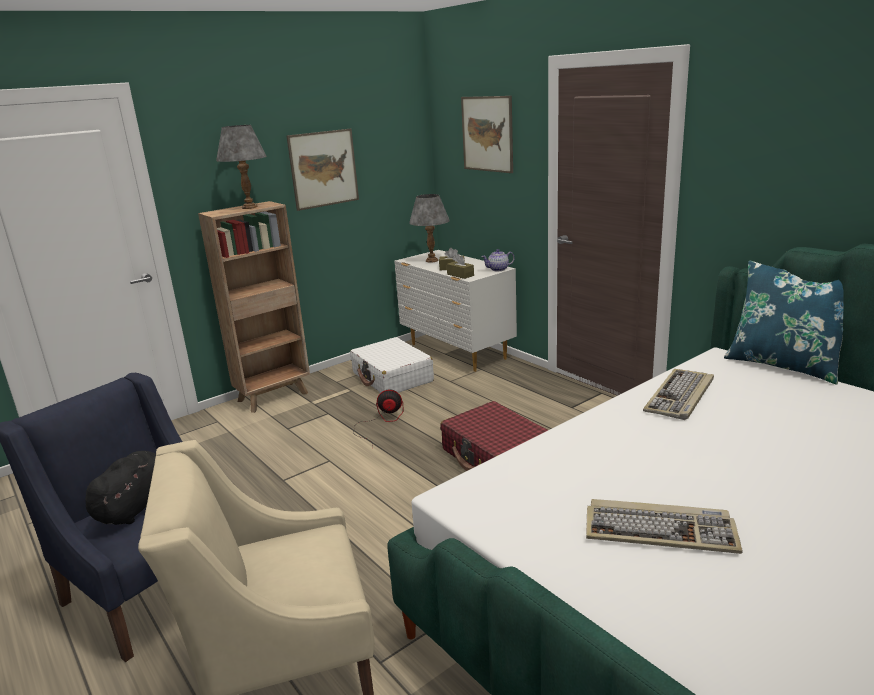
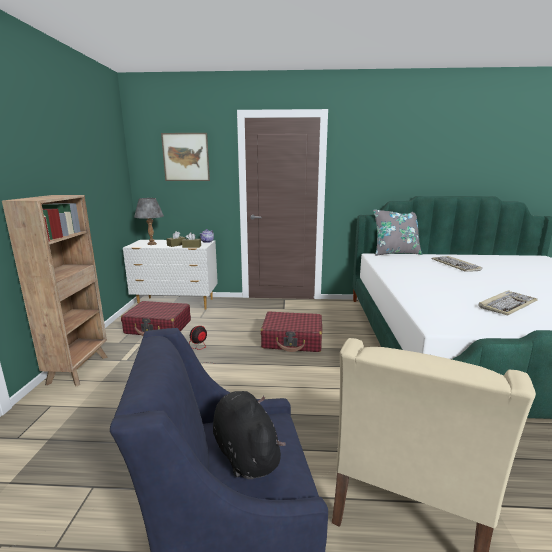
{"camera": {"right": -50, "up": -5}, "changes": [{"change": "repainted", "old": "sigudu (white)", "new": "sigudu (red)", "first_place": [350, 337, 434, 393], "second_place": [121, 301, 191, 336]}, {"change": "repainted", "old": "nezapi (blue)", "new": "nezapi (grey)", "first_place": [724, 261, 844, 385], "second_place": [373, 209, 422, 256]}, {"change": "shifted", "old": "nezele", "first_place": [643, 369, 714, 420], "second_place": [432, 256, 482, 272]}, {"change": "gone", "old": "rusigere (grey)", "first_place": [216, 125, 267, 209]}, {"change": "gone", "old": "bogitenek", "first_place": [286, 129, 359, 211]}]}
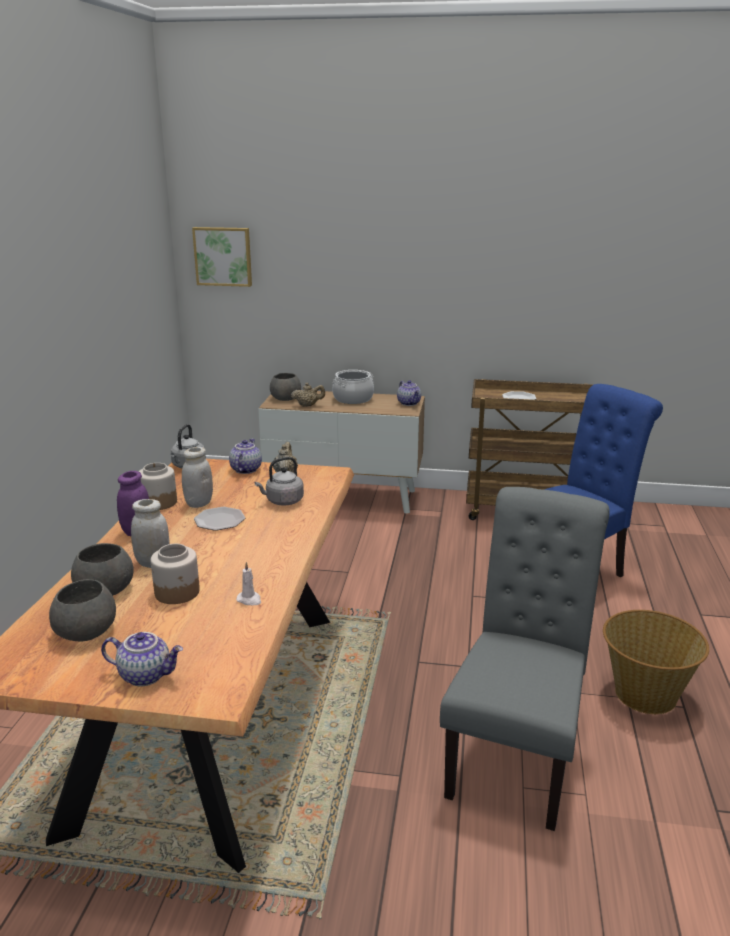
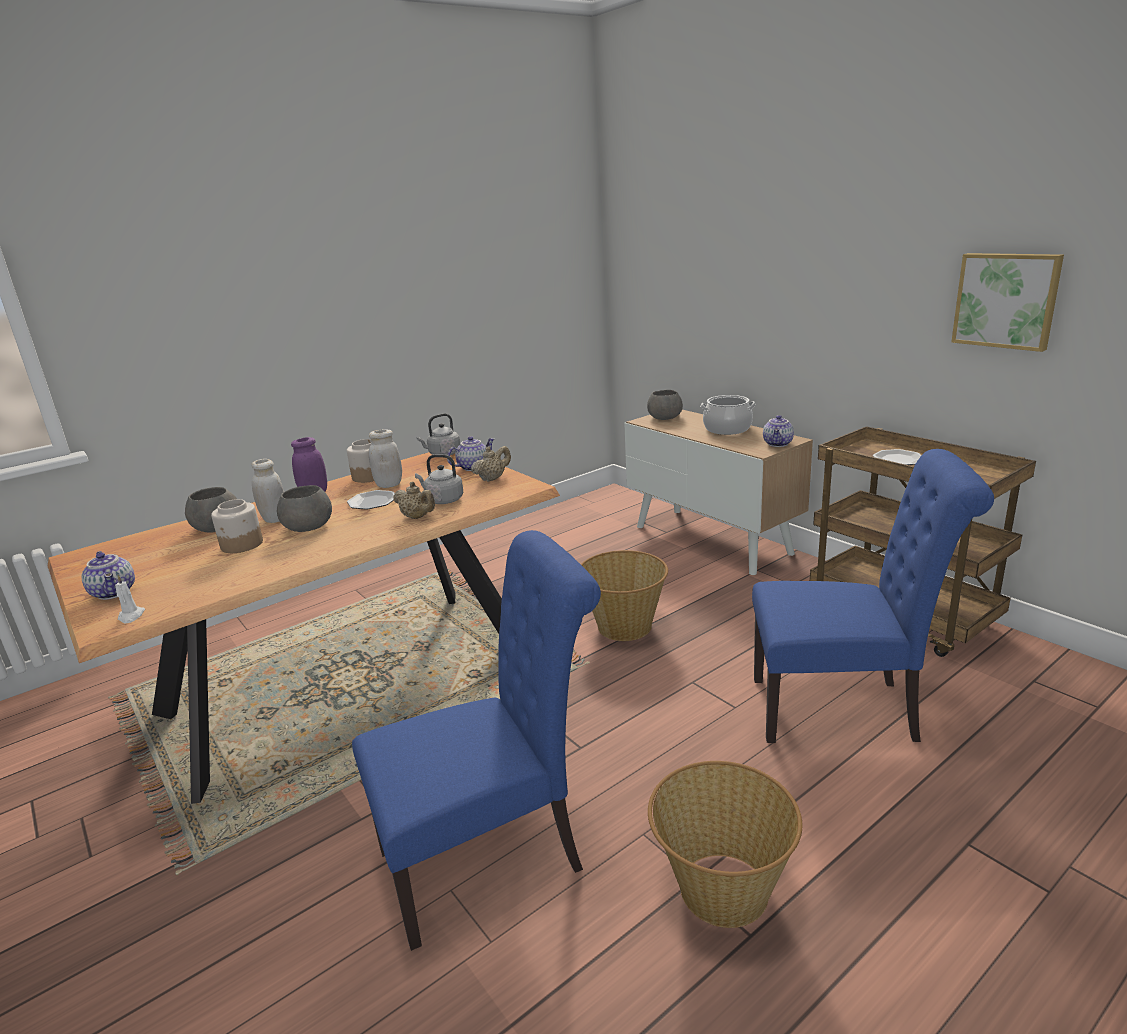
{"camera": {"right": 45, "up": 0}, "changes": [{"change": "shifted", "old": "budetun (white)", "first_place": [236, 562, 261, 605], "second_place": [115, 574, 145, 624]}, {"change": "shifted", "old": "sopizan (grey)", "first_place": [49, 579, 116, 642], "second_place": [277, 485, 332, 532]}, {"change": "repainted", "old": "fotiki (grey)", "new": "fotiki (blue)", "first_place": [440, 487, 610, 831], "second_place": [352, 530, 601, 951]}, {"change": "shifted", "old": "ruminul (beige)", "first_place": [291, 383, 325, 407], "second_place": [393, 482, 435, 519]}, {"change": "new", "new": "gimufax", "second_place": [581, 550, 668, 641]}, {"change": "shifted", "old": "bogitenek", "first_place": [192, 227, 252, 287], "second_place": [951, 253, 1064, 352]}]}
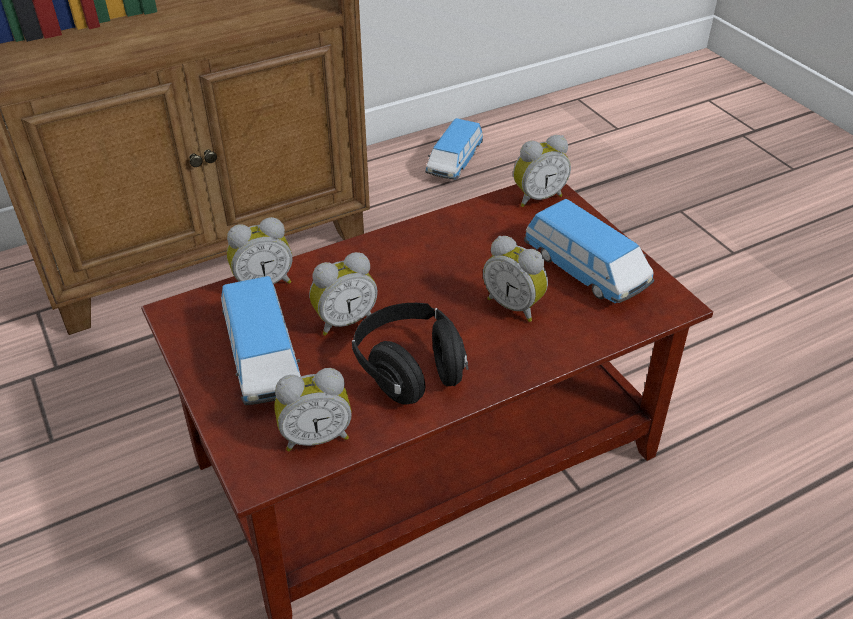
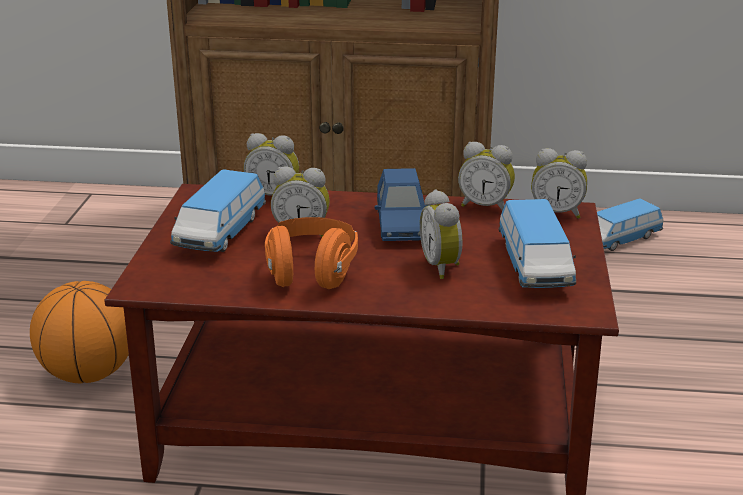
{"camera": {"right": 35, "up": -15}, "changes": [{"change": "new", "new": "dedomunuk", "second_place": [30, 281, 129, 383]}, {"change": "repainted", "old": "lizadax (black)", "new": "lizadax (orange)", "first_place": [352, 303, 468, 405], "second_place": [265, 217, 358, 289]}, {"change": "new", "new": "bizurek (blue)", "second_place": [375, 168, 428, 241]}, {"change": "shifted", "old": "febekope", "first_place": [274, 368, 352, 451], "second_place": [458, 142, 515, 211]}]}
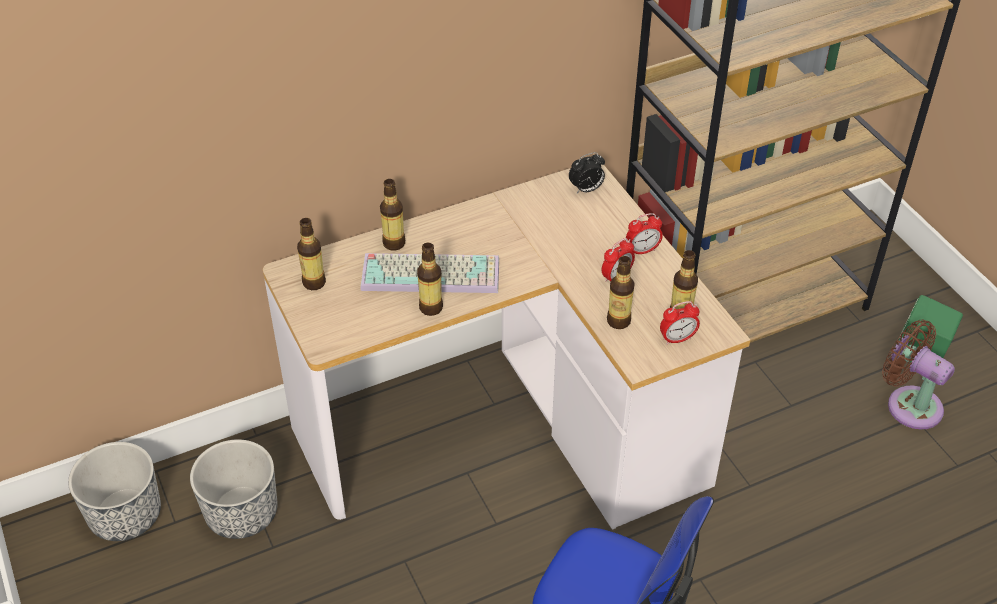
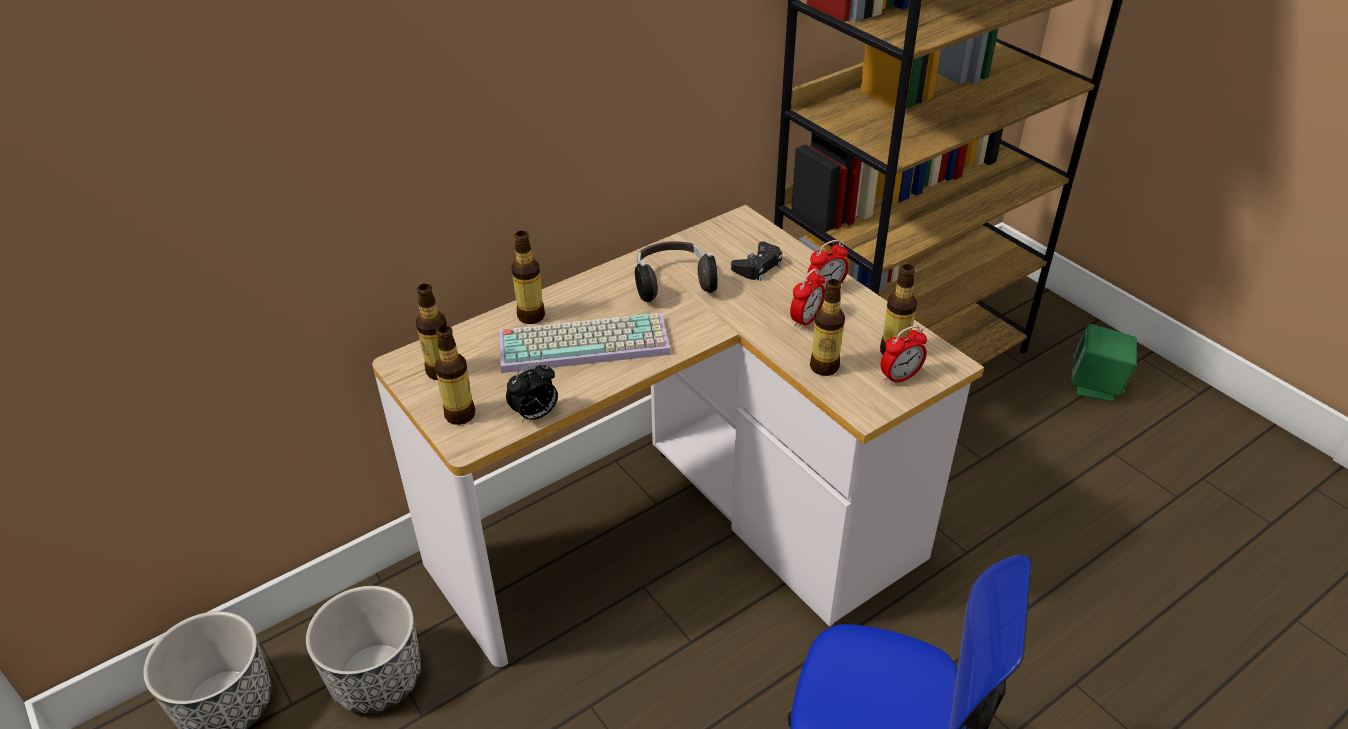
{"camera": {"right": -10, "up": -5}, "changes": [{"change": "shifted", "old": "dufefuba", "first_place": [417, 243, 443, 316], "second_place": [435, 326, 475, 425]}, {"change": "shifted", "old": "febekope", "first_place": [569, 152, 605, 193], "second_place": [506, 363, 558, 423]}, {"change": "new", "new": "lizadax", "second_place": [635, 242, 718, 302]}, {"change": "new", "new": "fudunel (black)", "second_place": [731, 241, 782, 281]}, {"change": "gone", "old": "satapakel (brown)", "first_place": [882, 320, 955, 430]}]}
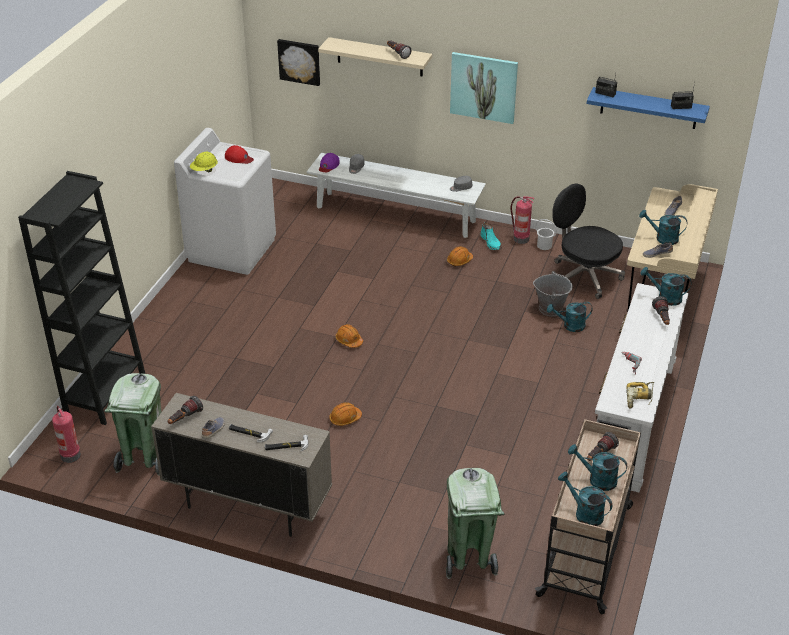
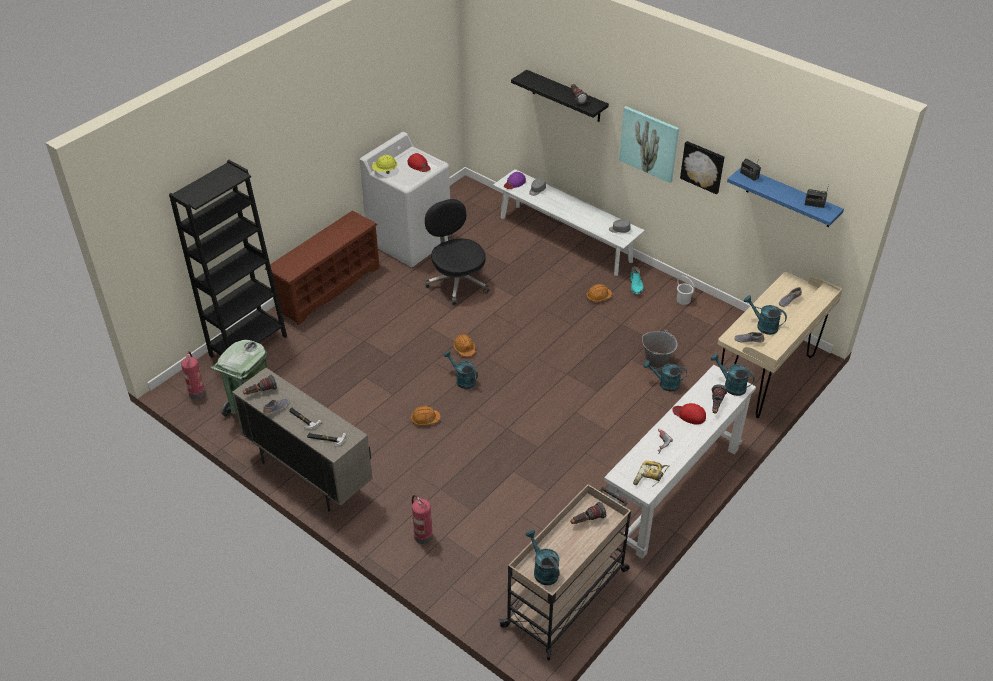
{"camera": {"right": 20, "up": 5}, "changes": [{"change": "new", "new": "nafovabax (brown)", "second_place": [265, 211, 380, 325]}, {"change": "shifted", "old": "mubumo", "first_place": [511, 196, 534, 244], "second_place": [412, 495, 433, 544]}, {"change": "shifted", "old": "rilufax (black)", "first_place": [552, 183, 625, 299], "second_place": [425, 199, 489, 305]}, {"change": "shifted", "old": "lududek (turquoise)", "first_place": [568, 444, 627, 491], "second_place": [444, 351, 478, 389]}, {"change": "repainted", "old": "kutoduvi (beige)", "new": "kutoduvi (black)", "first_place": [318, 37, 432, 76], "second_place": [511, 70, 609, 122]}, {"change": "new", "new": "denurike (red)", "second_place": [672, 403, 706, 425]}, {"change": "shifted", "old": "bogitenek", "first_place": [277, 39, 320, 86], "second_place": [680, 141, 725, 194]}, {"change": "gone", "old": "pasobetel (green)", "first_place": [446, 468, 505, 579]}]}
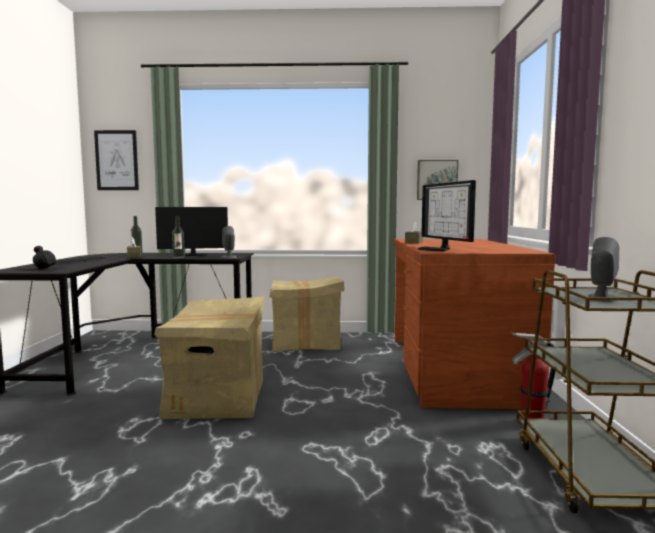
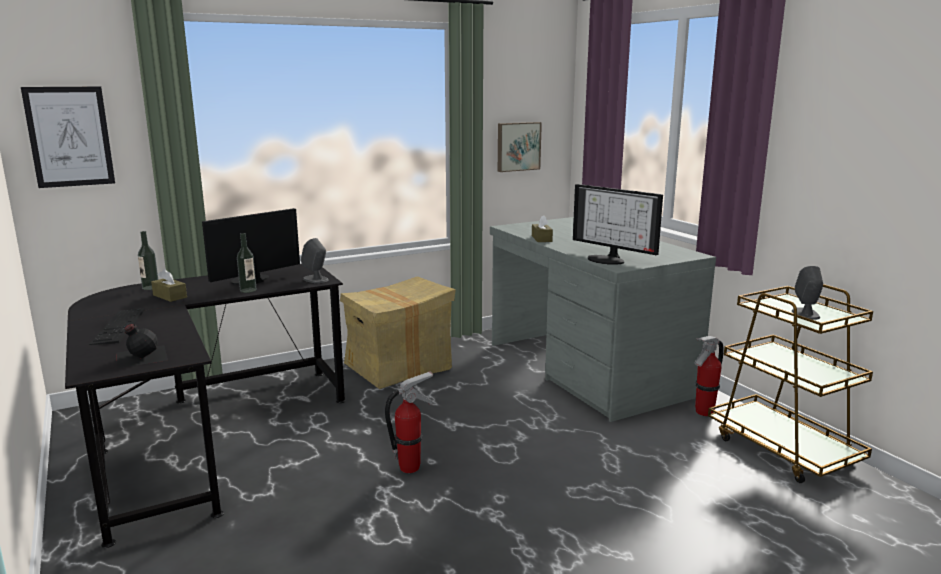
{"camera": {"right": -30, "up": 10}, "changes": [{"change": "swapped", "old": "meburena", "new": "mubumo", "first_place": [154, 296, 265, 419], "second_place": [385, 371, 433, 473]}, {"change": "repainted", "old": "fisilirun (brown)", "new": "fisilirun (grey)", "first_place": [394, 239, 555, 409], "second_place": [490, 217, 716, 422]}]}
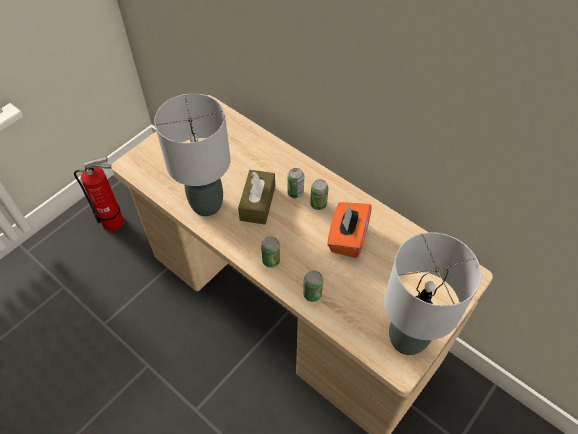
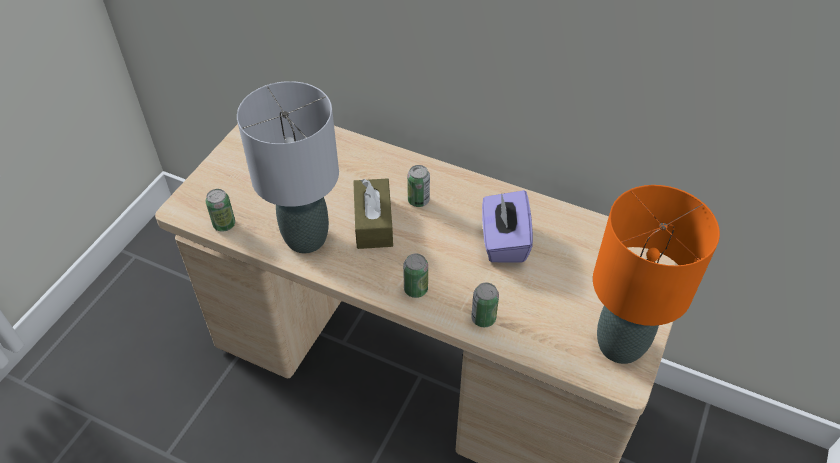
{"camera": {"right": -15, "up": -5}, "changes": [{"change": "shifted", "old": "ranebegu", "first_place": [310, 179, 328, 210], "second_place": [206, 189, 235, 232]}, {"change": "repainted", "old": "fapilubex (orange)", "new": "fapilubex (purple)", "first_place": [327, 202, 372, 258], "second_place": [482, 190, 533, 262]}, {"change": "repainted", "old": "rusigere (grey)", "new": "rusigere (orange)", "first_place": [384, 232, 481, 355], "second_place": [593, 185, 720, 364]}, {"change": "gone", "old": "mubumo", "first_place": [74, 157, 124, 231]}]}
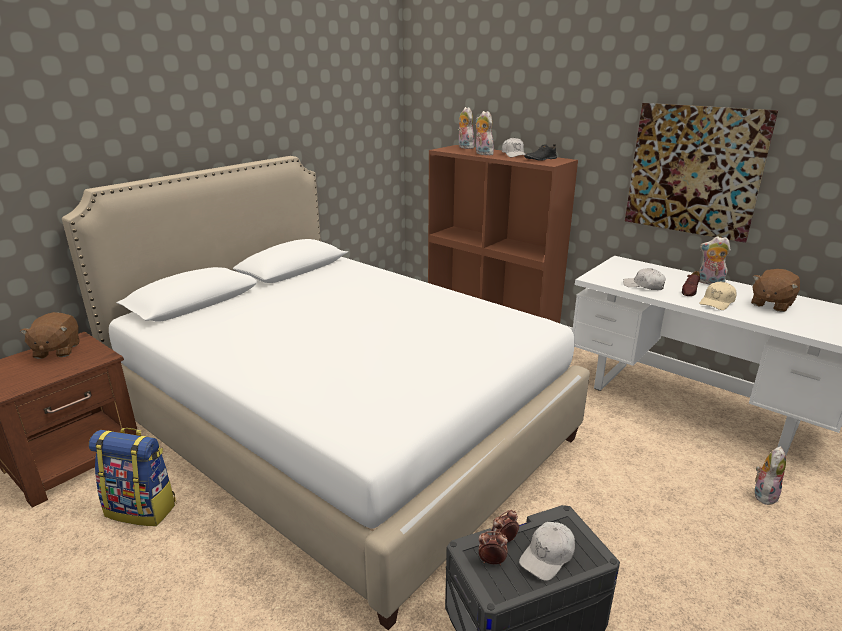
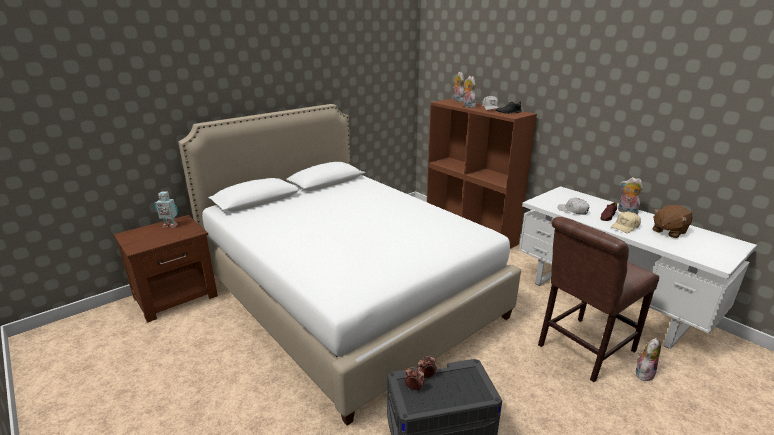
{"camera": {"right": 10, "up": 0}, "changes": [{"change": "swapped", "old": "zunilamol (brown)", "new": "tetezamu", "first_place": [20, 312, 80, 359], "second_place": [154, 192, 178, 228]}, {"change": "new", "new": "fotiki (brown)", "second_place": [538, 217, 659, 382]}, {"change": "gone", "old": "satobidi", "first_place": [89, 428, 176, 526]}, {"change": "gone", "old": "denurike (white)", "first_place": [519, 522, 575, 581]}, {"change": "gone", "old": "bogitenek", "first_place": [625, 103, 778, 243]}]}
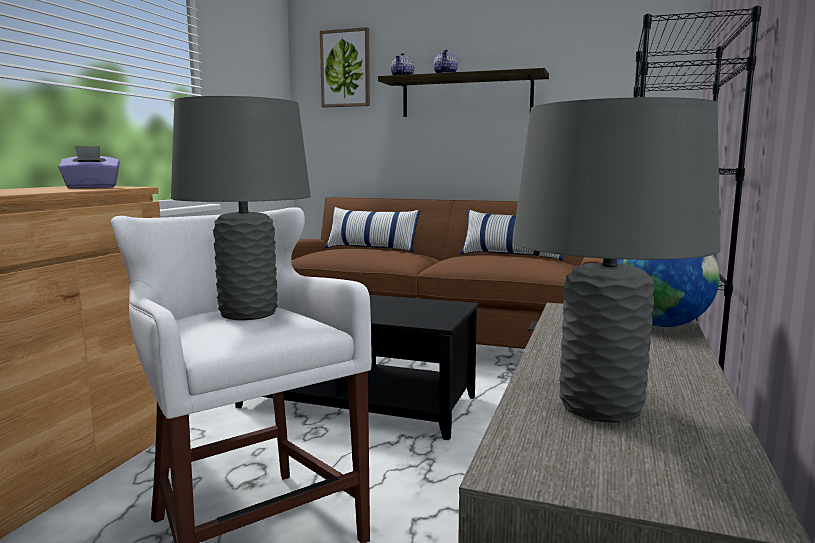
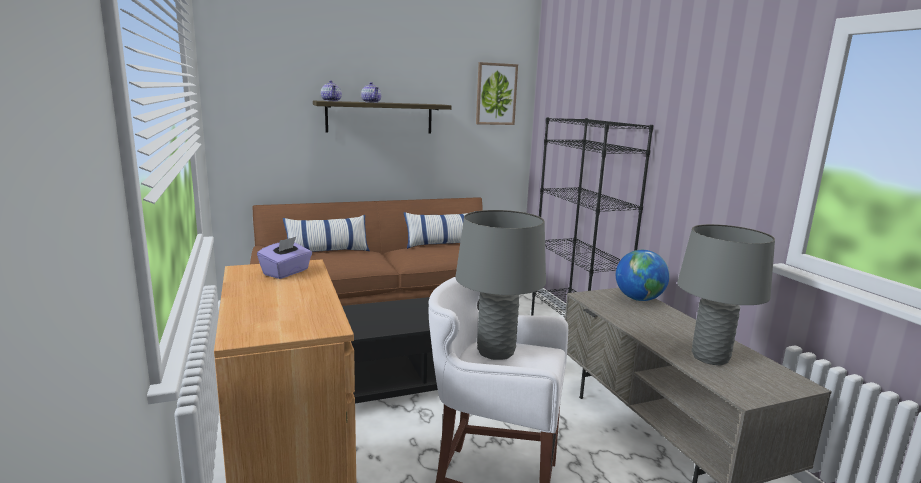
{"camera": {"right": -40, "up": 5}, "changes": [{"change": "shifted", "old": "bogitenek", "first_place": [320, 27, 370, 108], "second_place": [476, 62, 518, 125]}]}
